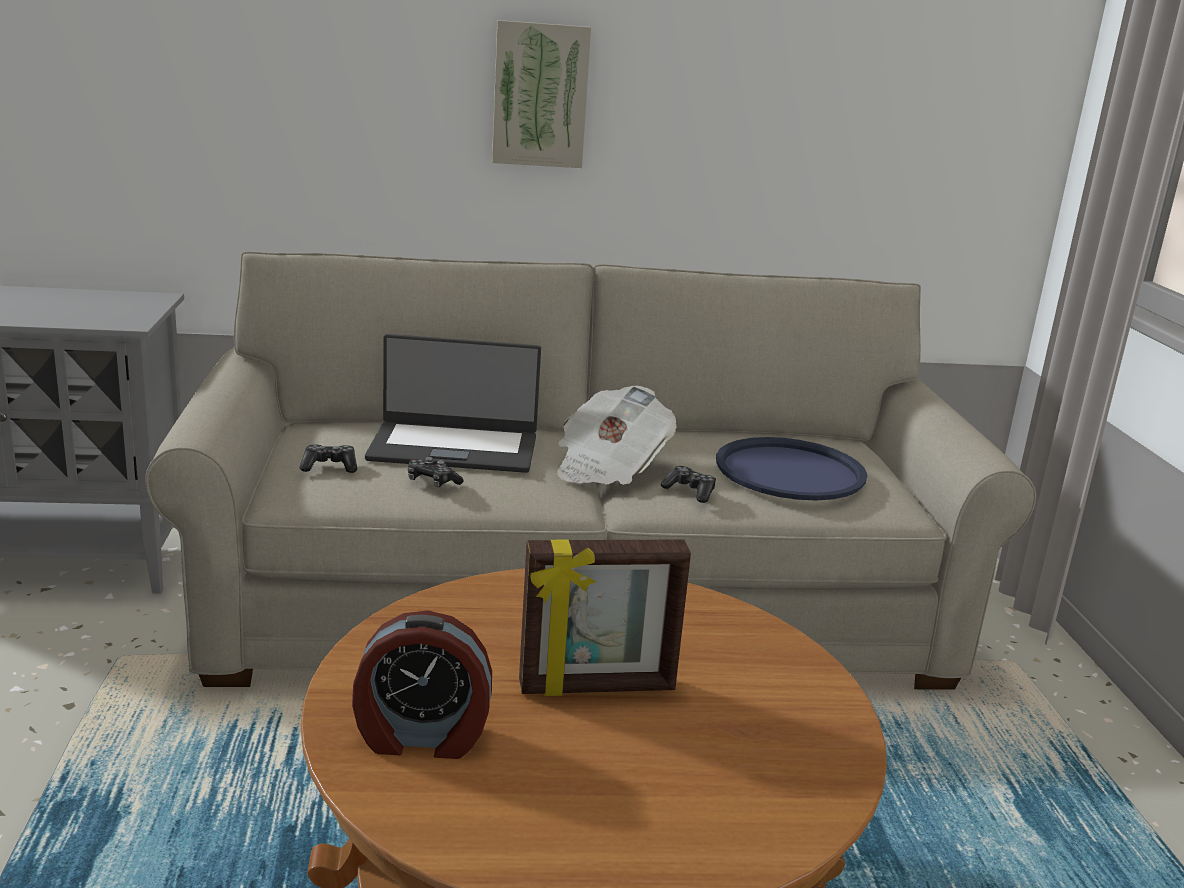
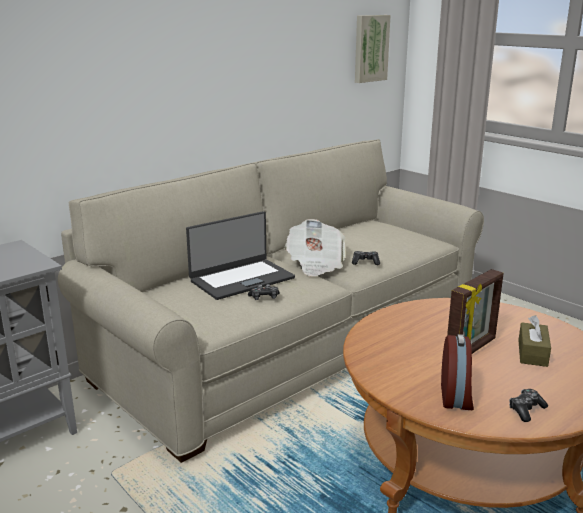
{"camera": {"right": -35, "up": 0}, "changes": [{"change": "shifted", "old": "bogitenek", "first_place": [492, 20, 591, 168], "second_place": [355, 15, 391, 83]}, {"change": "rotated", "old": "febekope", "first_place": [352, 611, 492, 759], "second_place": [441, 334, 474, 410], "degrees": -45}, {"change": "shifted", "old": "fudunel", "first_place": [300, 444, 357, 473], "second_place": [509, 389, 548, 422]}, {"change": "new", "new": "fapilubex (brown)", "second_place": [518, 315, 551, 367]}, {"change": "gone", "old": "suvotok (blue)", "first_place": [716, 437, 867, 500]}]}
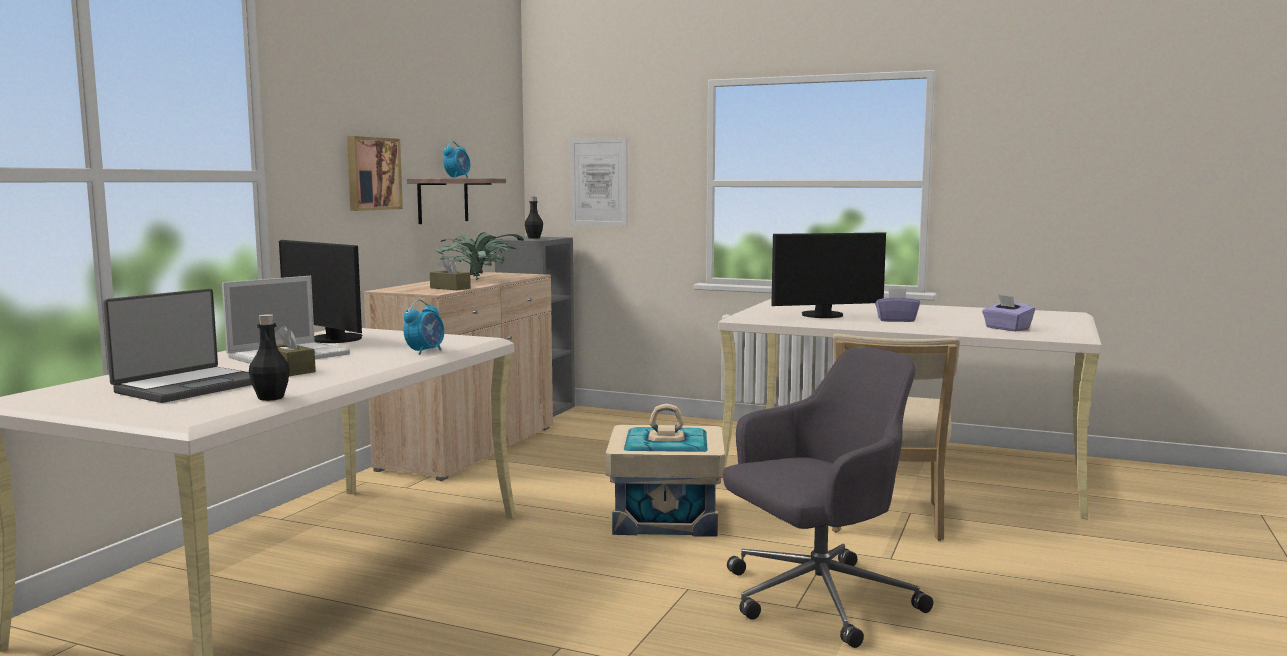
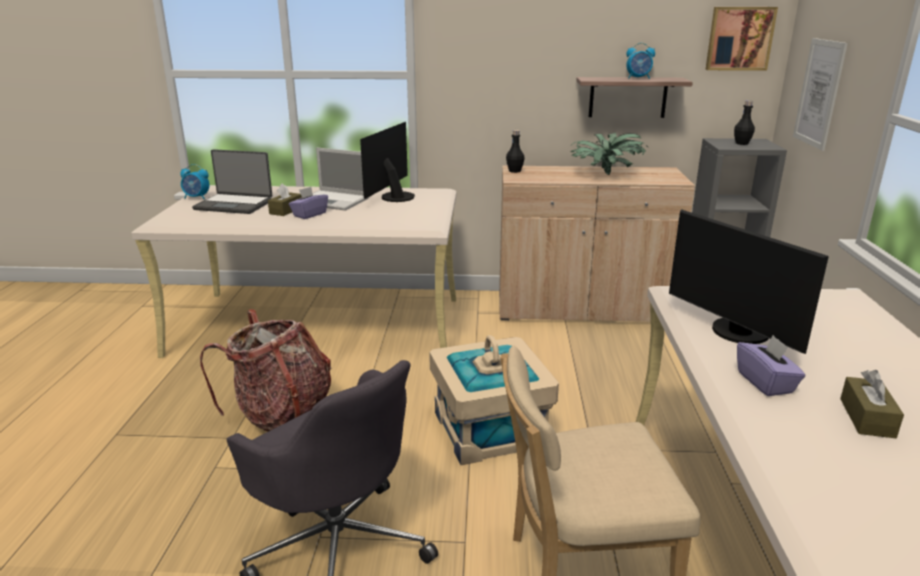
{"camera": {"right": 70, "up": 15}, "changes": [{"change": "shifted", "old": "febekope", "first_place": [403, 299, 444, 355], "second_place": [180, 164, 209, 199]}, {"change": "new", "new": "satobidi", "second_place": [200, 309, 331, 432]}, {"change": "shifted", "old": "fapilubex (purple)", "first_place": [982, 294, 1035, 331], "second_place": [289, 187, 328, 219]}, {"change": "shifted", "old": "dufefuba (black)", "first_place": [249, 314, 290, 401], "second_place": [506, 130, 525, 173]}, {"change": "shifted", "old": "bogitenek", "first_place": [347, 136, 403, 211], "second_place": [705, 7, 778, 71]}, {"change": "shifted", "old": "fapilubex (brown)", "first_place": [430, 257, 471, 290], "second_place": [840, 370, 904, 438]}]}
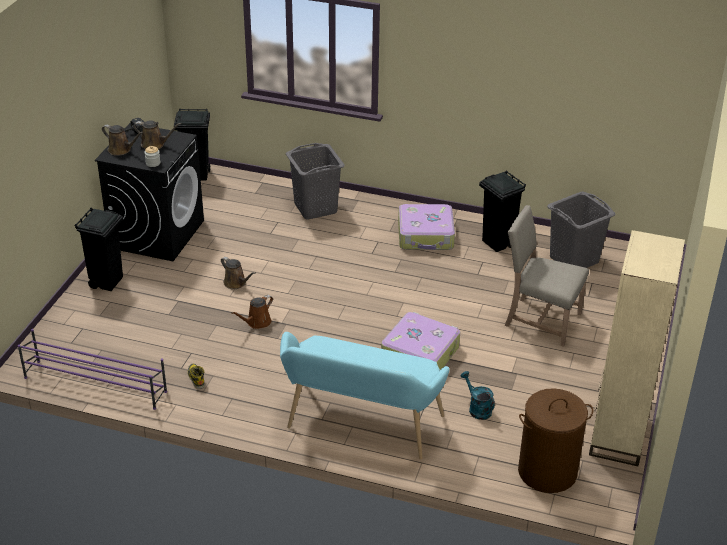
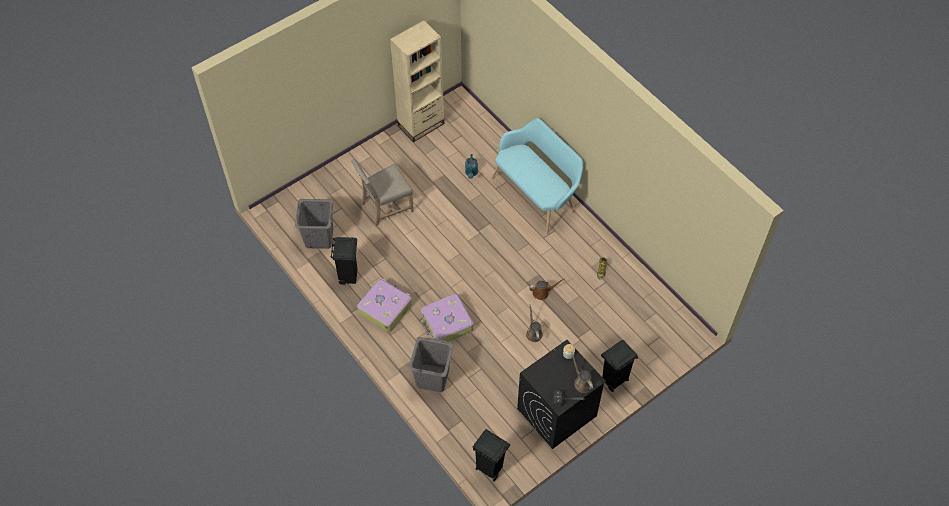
{"camera": {"right": -145, "up": 20}, "changes": [{"change": "rotated", "old": "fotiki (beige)", "first_place": [505, 205, 589, 347], "second_place": [351, 159, 414, 226], "degrees": 90}, {"change": "shifted", "old": "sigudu", "first_place": [381, 312, 460, 370], "second_place": [421, 294, 473, 342]}, {"change": "gone", "old": "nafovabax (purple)", "first_place": [18, 329, 167, 410]}, {"change": "gone", "old": "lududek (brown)", "first_place": [134, 120, 181, 149]}, {"change": "gone", "old": "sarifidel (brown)", "first_place": [518, 388, 593, 493]}]}
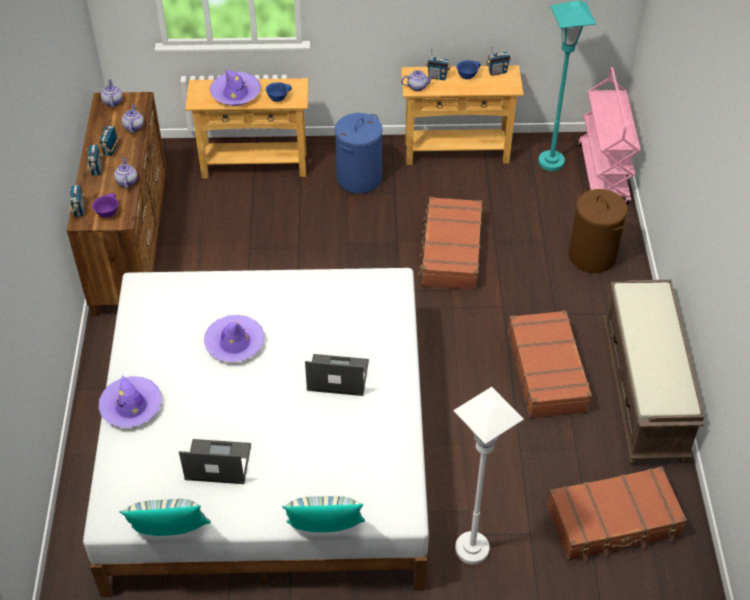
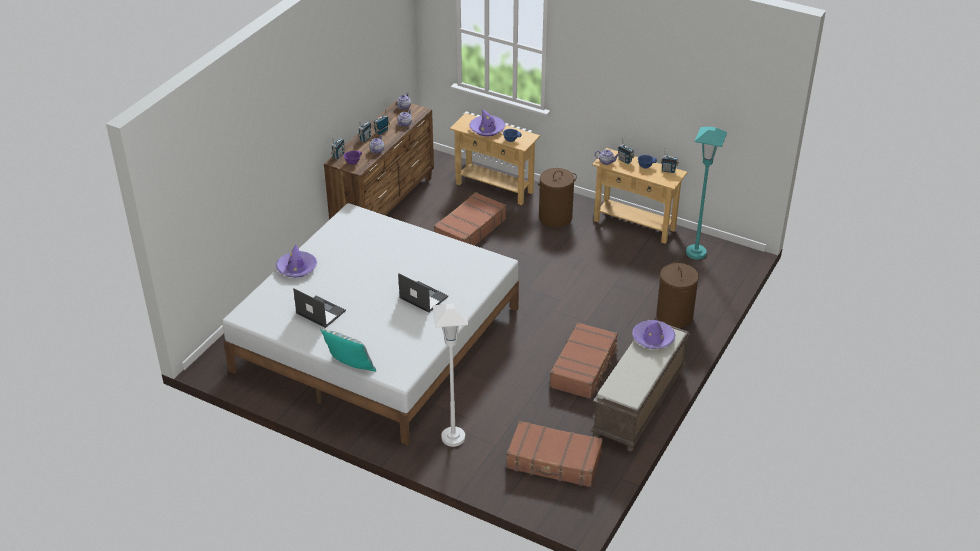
{"camera": {"right": 30, "up": -10}, "changes": [{"change": "shifted", "old": "sigudu (brown)", "first_place": [418, 197, 483, 290], "second_place": [434, 192, 506, 246]}, {"change": "repainted", "old": "sarifidel (blue)", "new": "sarifidel (brown)", "first_place": [335, 113, 382, 194], "second_place": [538, 168, 577, 228]}, {"change": "shifted", "old": "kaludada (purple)", "first_place": [204, 315, 265, 362], "second_place": [632, 320, 675, 349]}, {"change": "gone", "old": "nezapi", "first_place": [119, 499, 211, 536]}, {"change": "gone", "old": "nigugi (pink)", "first_place": [578, 67, 641, 204]}]}
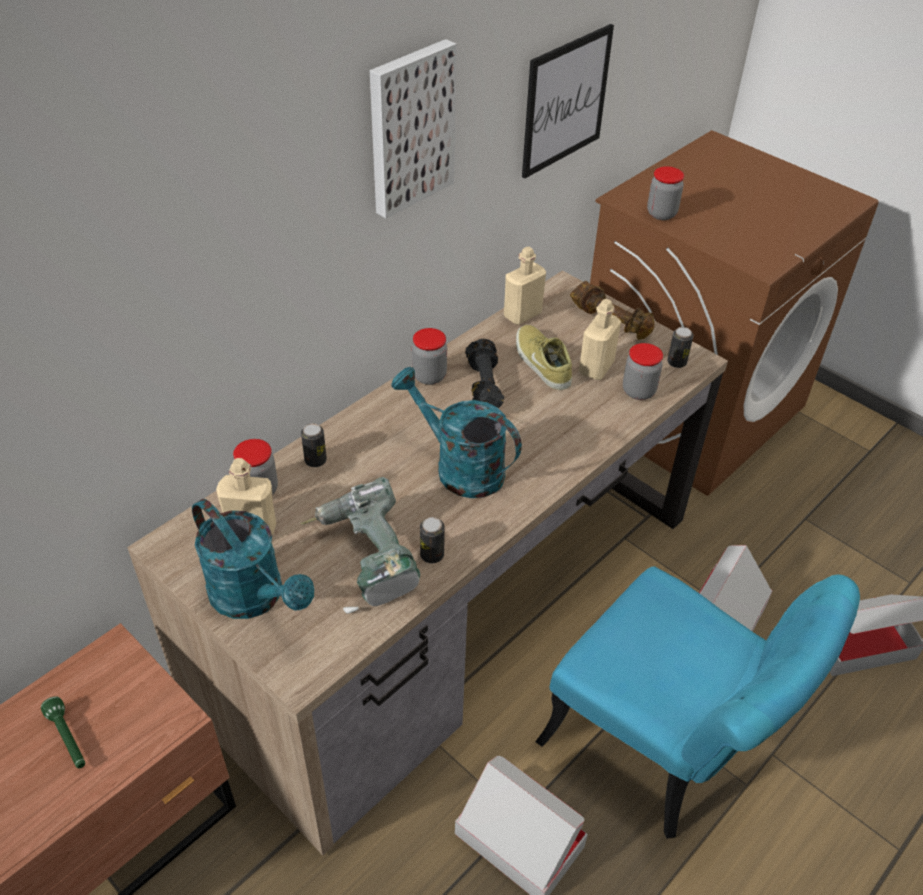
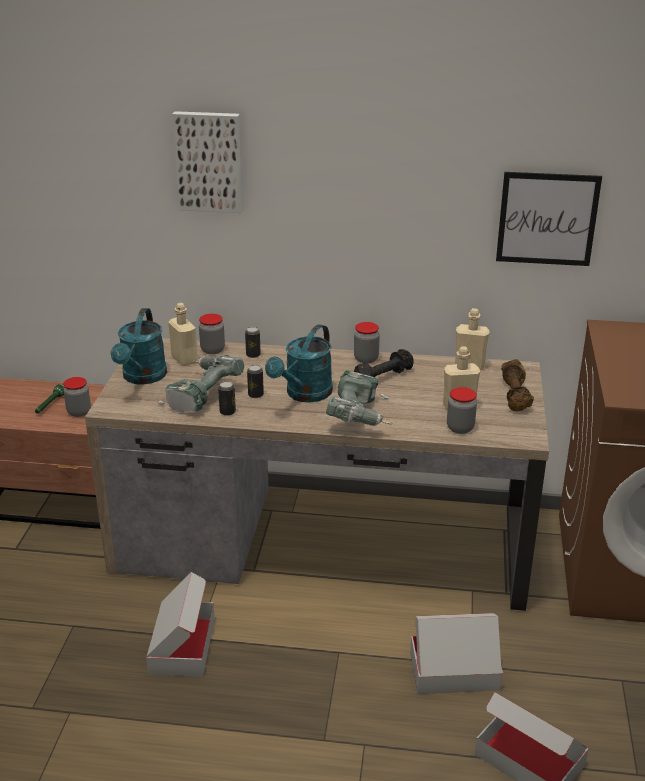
{"camera": {"right": 55, "up": -15}, "changes": [{"change": "shifted", "old": "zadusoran", "first_place": [647, 166, 684, 220], "second_place": [63, 377, 91, 417]}, {"change": "shifted", "old": "bogitenek", "first_place": [370, 39, 457, 219], "second_place": [172, 111, 244, 213]}, {"change": "shifted", "old": "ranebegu", "first_place": [667, 327, 694, 368], "second_place": [247, 365, 264, 398]}, {"change": "rotated", "old": "lududek (turquoise)", "first_place": [391, 367, 522, 498], "second_place": [265, 324, 333, 402], "degrees": -150}, {"change": "new", "new": "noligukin", "second_place": [326, 370, 394, 426]}, {"change": "gone", "old": "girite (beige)", "first_place": [516, 325, 572, 390]}, {"change": "gone", "old": "fotiki (turquoise)", "first_place": [535, 566, 860, 838]}]}
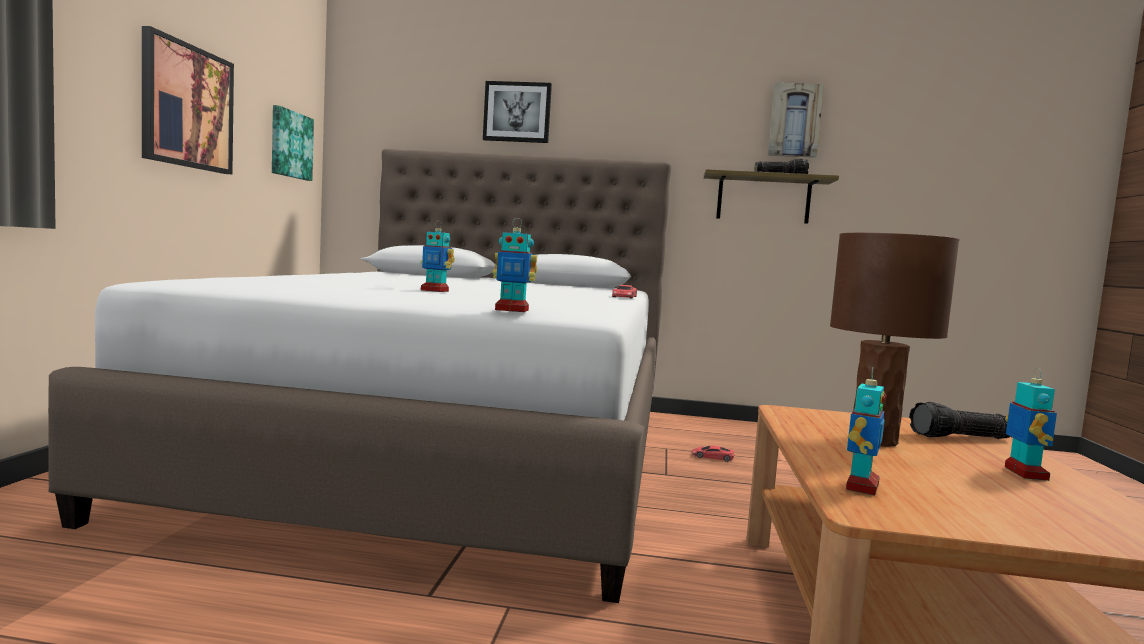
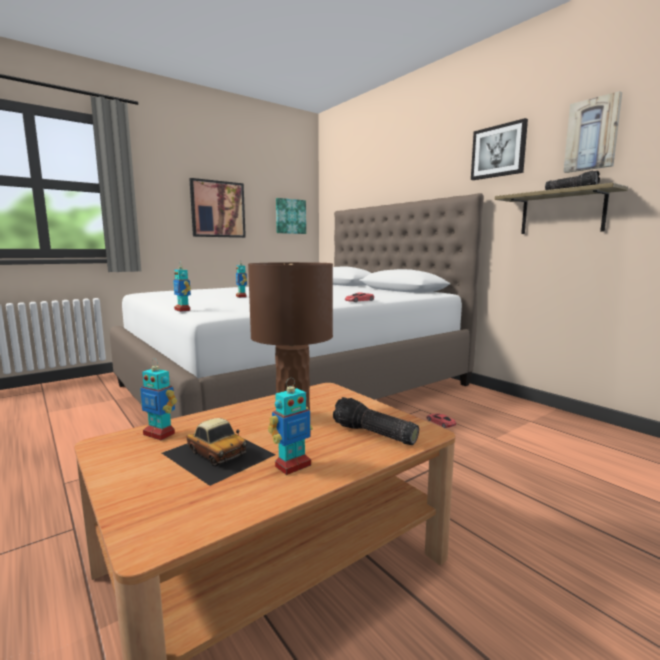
{"camera": {"right": 45, "up": 5}, "changes": [{"change": "rotated", "old": "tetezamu", "first_place": [846, 368, 886, 496], "second_place": [140, 358, 177, 440], "degrees": 45}, {"change": "new", "new": "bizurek", "second_place": [162, 418, 276, 486]}, {"change": "shifted", "old": "bogitenek", "first_place": [483, 81, 552, 143], "second_place": [471, 118, 528, 180]}]}
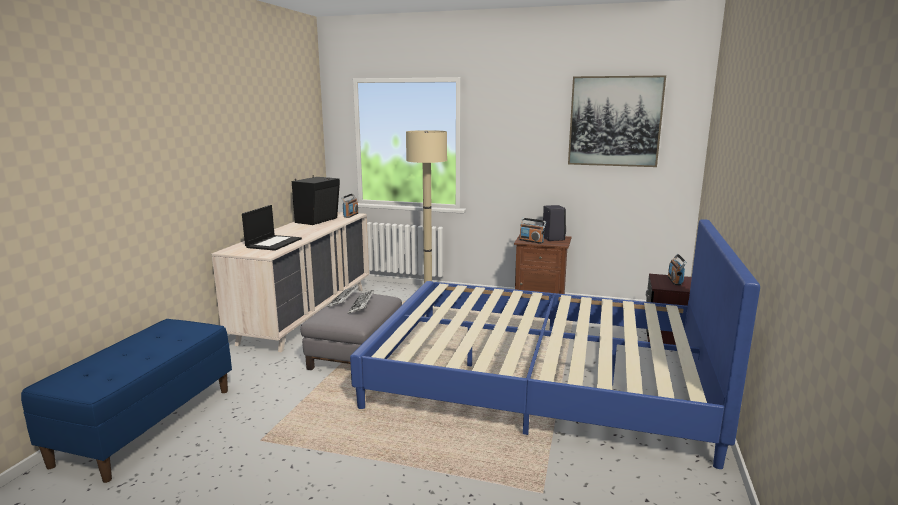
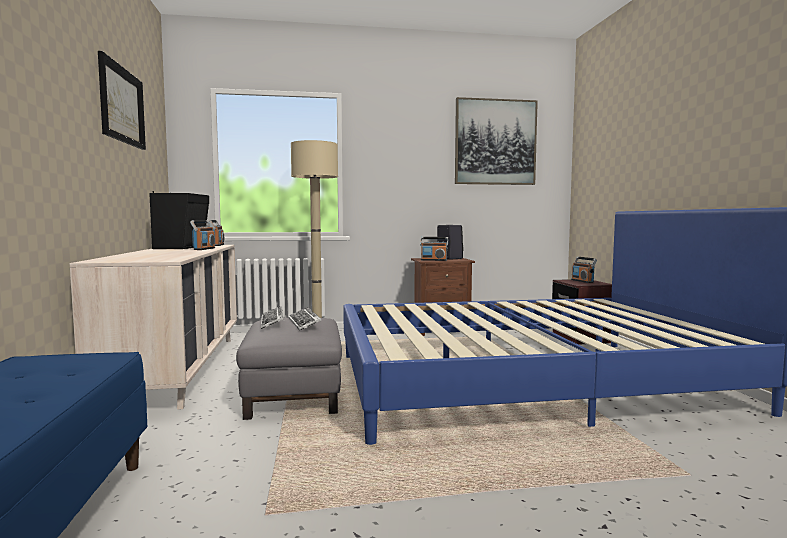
{"camera": {"right": -25, "up": -10}, "changes": [{"change": "new", "new": "bogitenek", "second_place": [98, 51, 146, 150]}, {"change": "new", "new": "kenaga", "second_place": [190, 220, 215, 250]}, {"change": "gone", "old": "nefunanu", "first_place": [242, 205, 302, 251]}]}
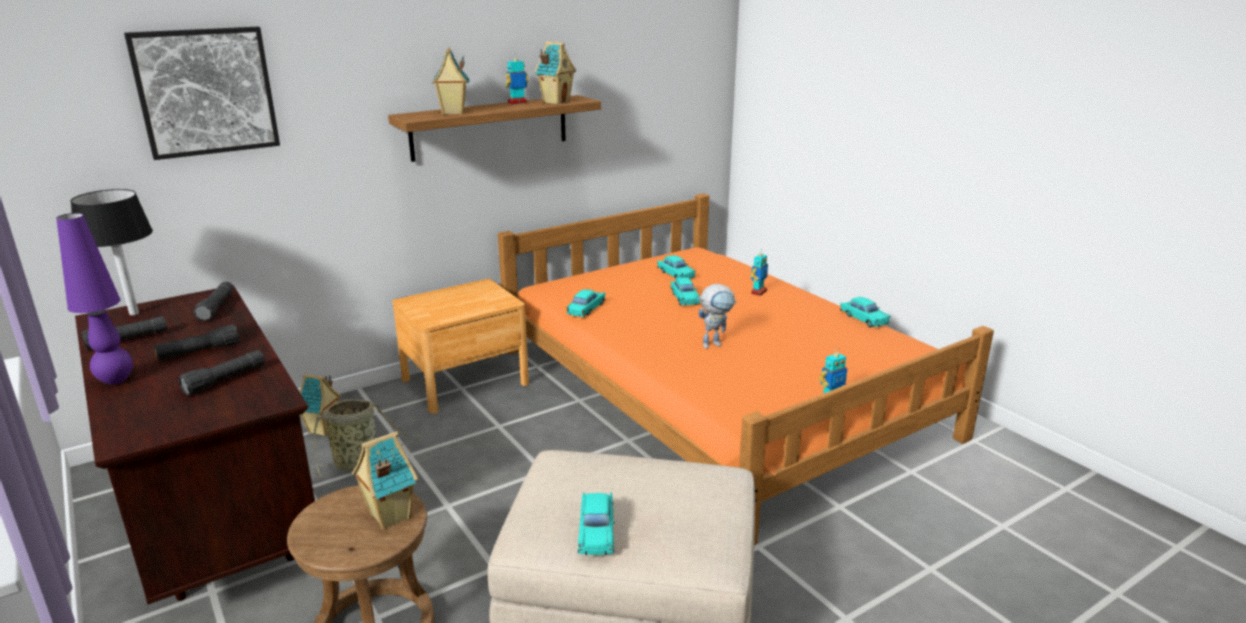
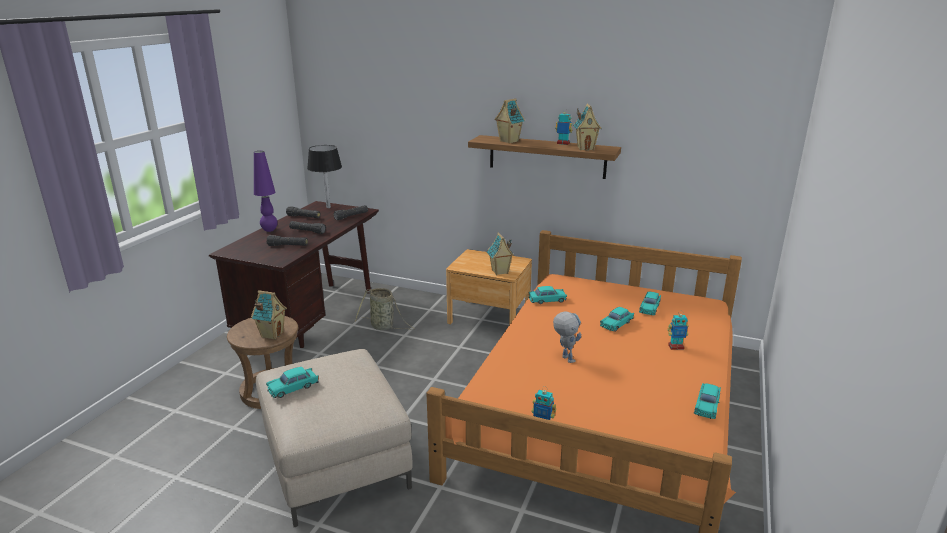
{"camera": {"right": 55, "up": 0}, "changes": [{"change": "shifted", "old": "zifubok", "first_place": [300, 374, 342, 436], "second_place": [487, 232, 514, 275]}, {"change": "rotated", "old": "tetezamu", "first_place": [698, 284, 737, 349], "second_place": [553, 312, 581, 363], "degrees": -150}, {"change": "gone", "old": "bogitenek", "first_place": [124, 27, 280, 160]}]}
